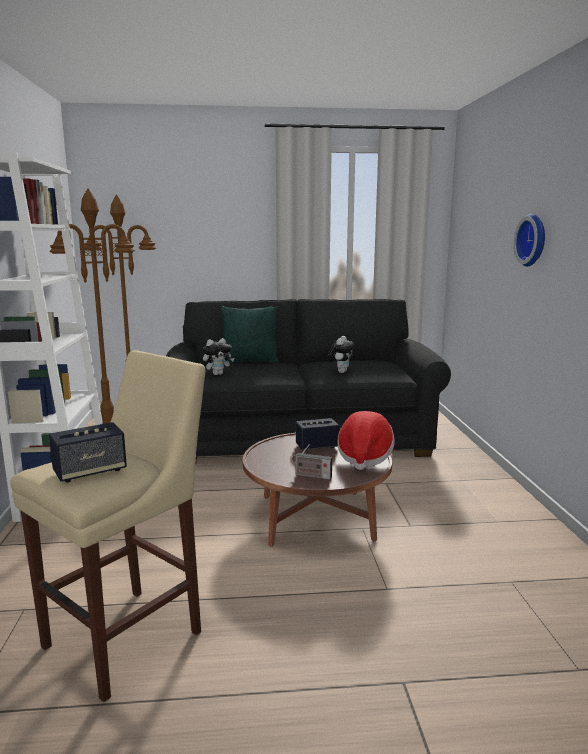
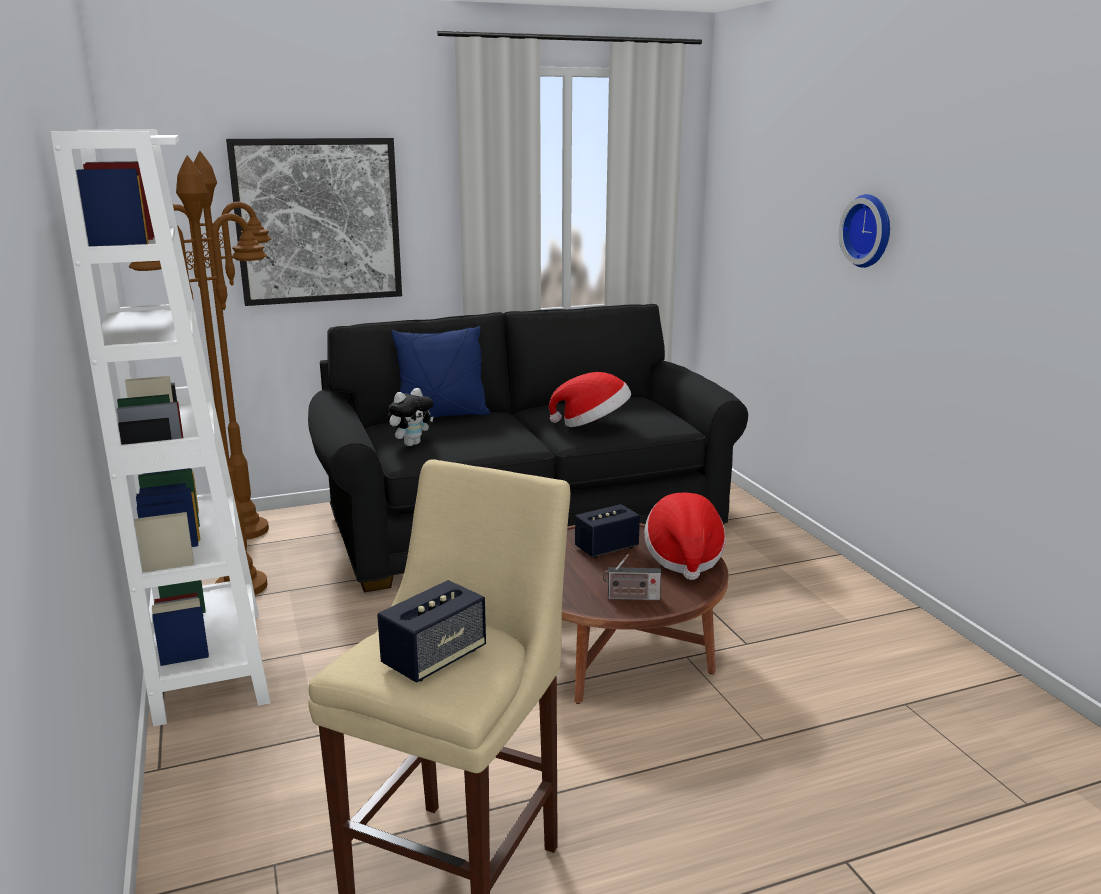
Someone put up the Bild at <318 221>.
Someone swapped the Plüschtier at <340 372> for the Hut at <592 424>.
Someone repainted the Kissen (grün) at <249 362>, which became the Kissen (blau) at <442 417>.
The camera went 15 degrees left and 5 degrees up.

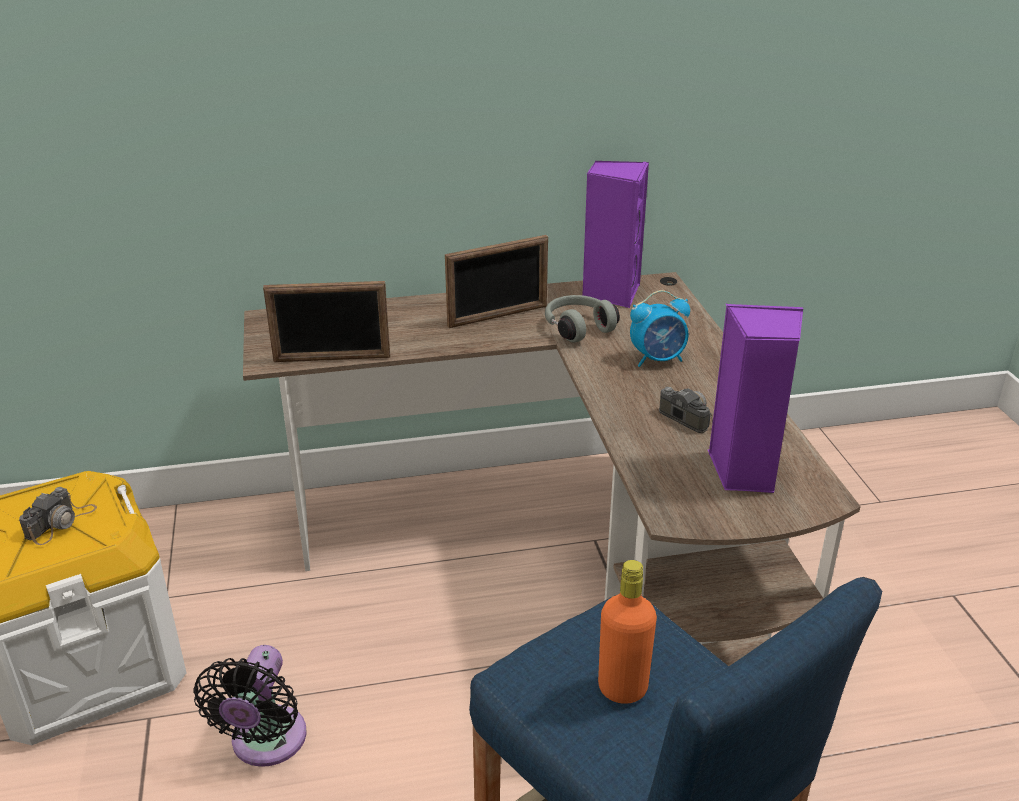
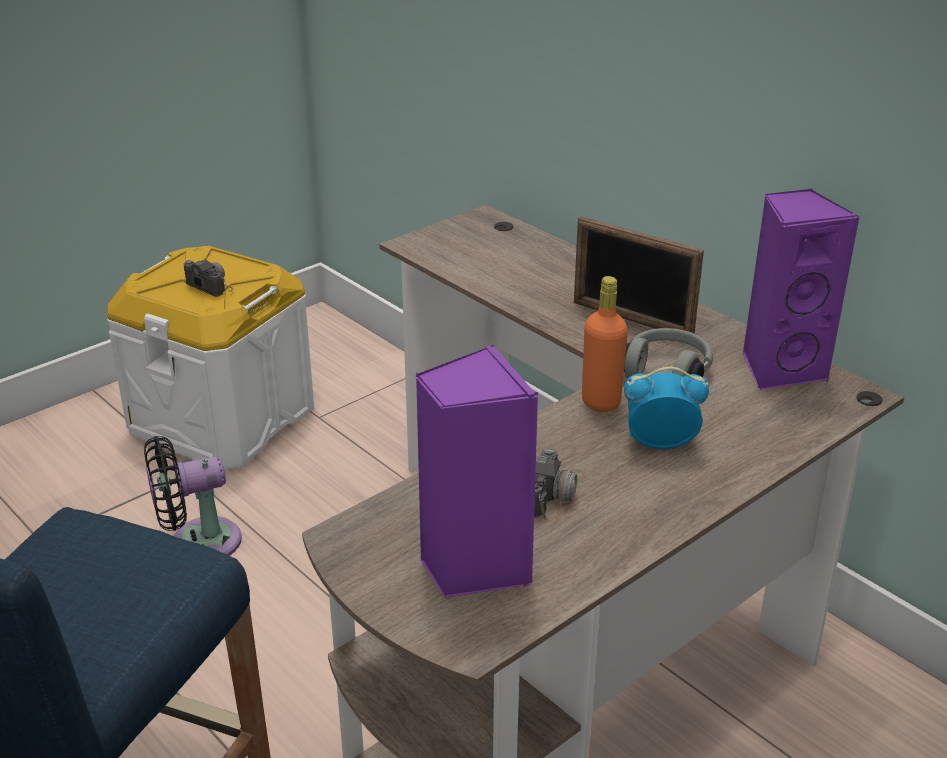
Someone took away the Bilderrahmen at <332 359>.
Someone carried the Flasche (orange) from <622 688> to <601 402>.
Someone rotated the Kamera at <61 522> by 135 degrees counterclockwise.
Someone rotated the Wecker at <658 359> by 135 degrees clockwise.
The camera went 60 degrees right and 0 degrees up.

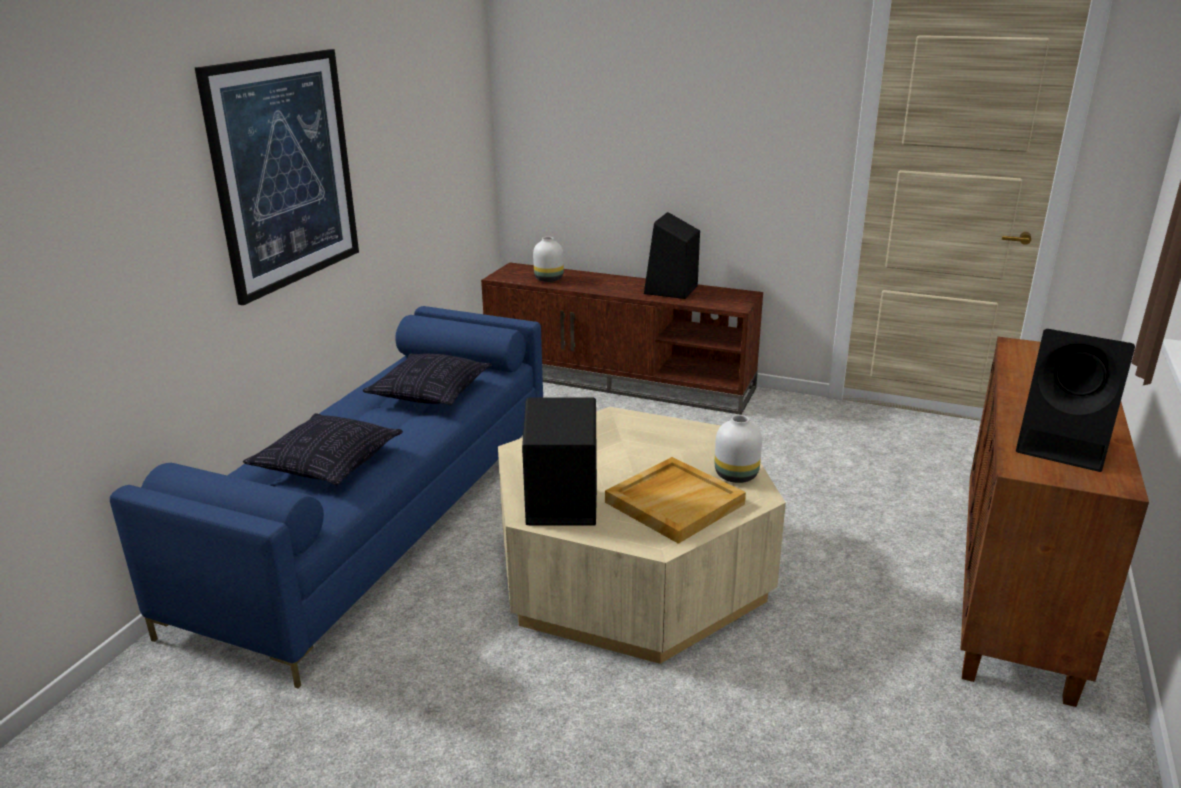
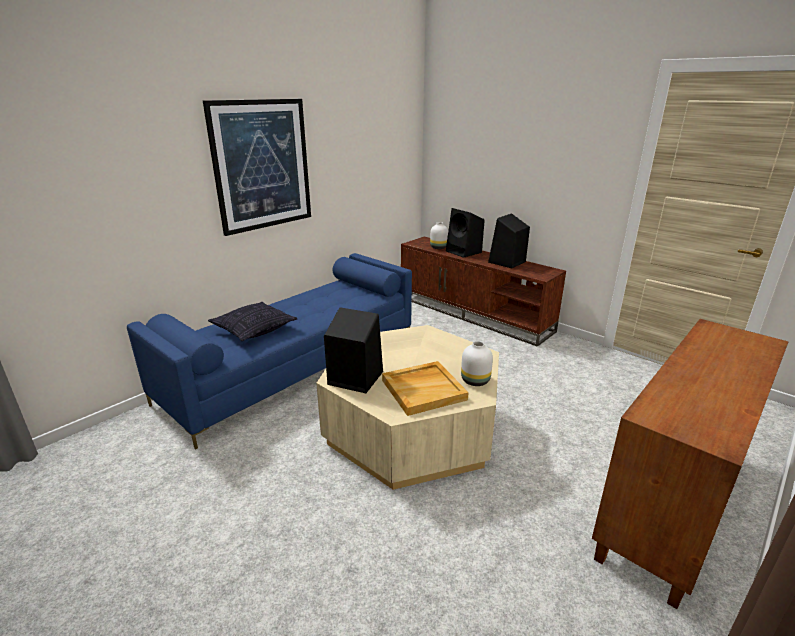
Someone took away the Kissen at <431 393>.
Someone carried the Lautsprecher (schwarz) from <1065 446> to <464 252>.
The camera went 20 degrees right and 0 degrees up.

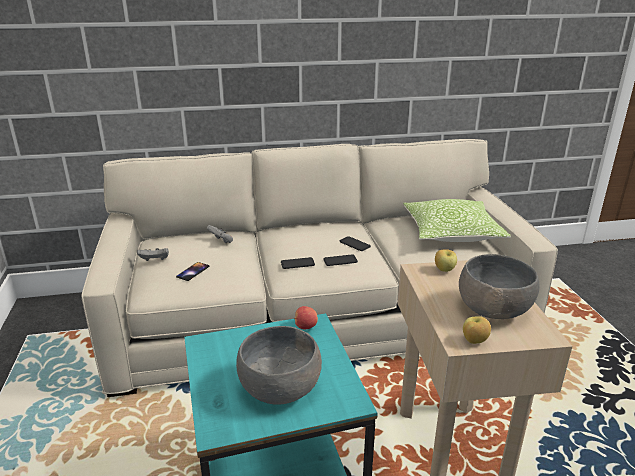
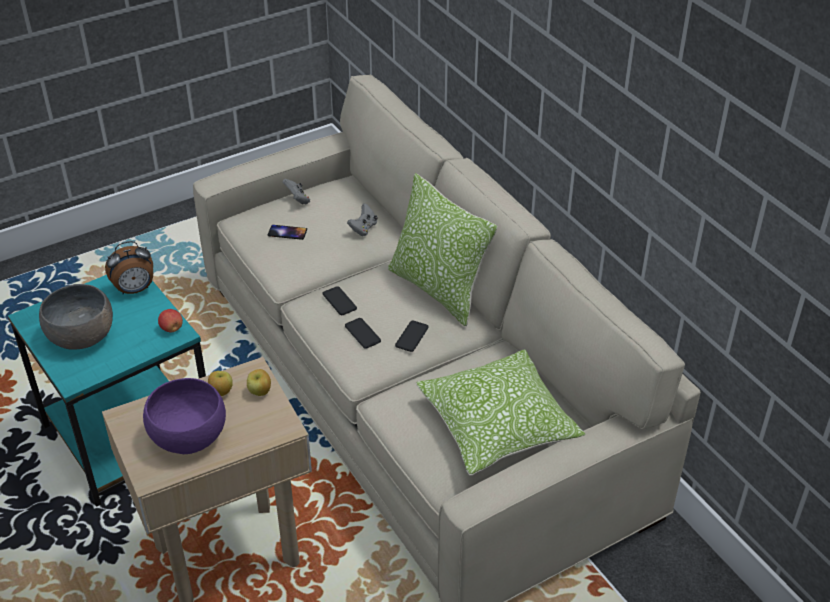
Someone put down the Wecker at <135 290>.
Someone put down the Kissen at <438 290>.
Someone carried the Apfel from <474 341> to <221 392>.
Someone repainted the Schüssel (grau) at <493 309>, which became the Schüssel (lila) at <188 436>.
The camera went 70 degrees right and 15 degrees up.

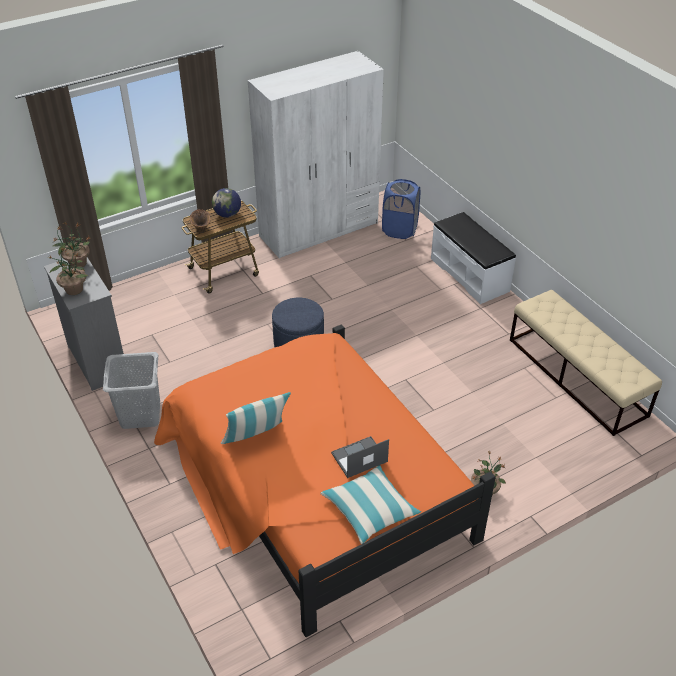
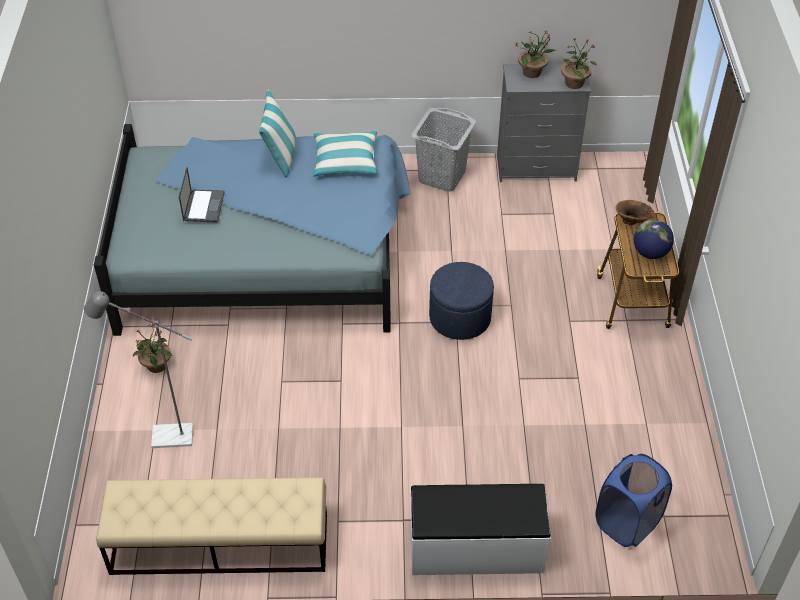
Someone took away the Kleiderschrank (weiß) at <319 229>.
Someone put down the Stehlampe (grau) at <164 437>.
Someone carried the Kissen from <370 509> to <345 161>.
Someone repainted the Bett (orange) at <313 486>, which became the Bett (blau) at <266 253>.
The camera went 120 degrees right and 5 degrees up.

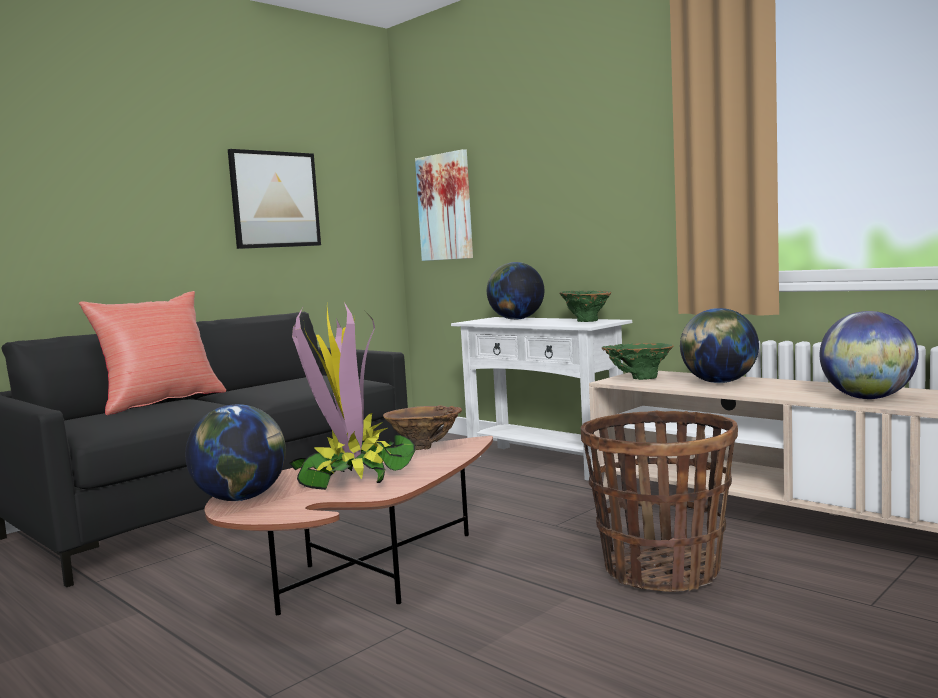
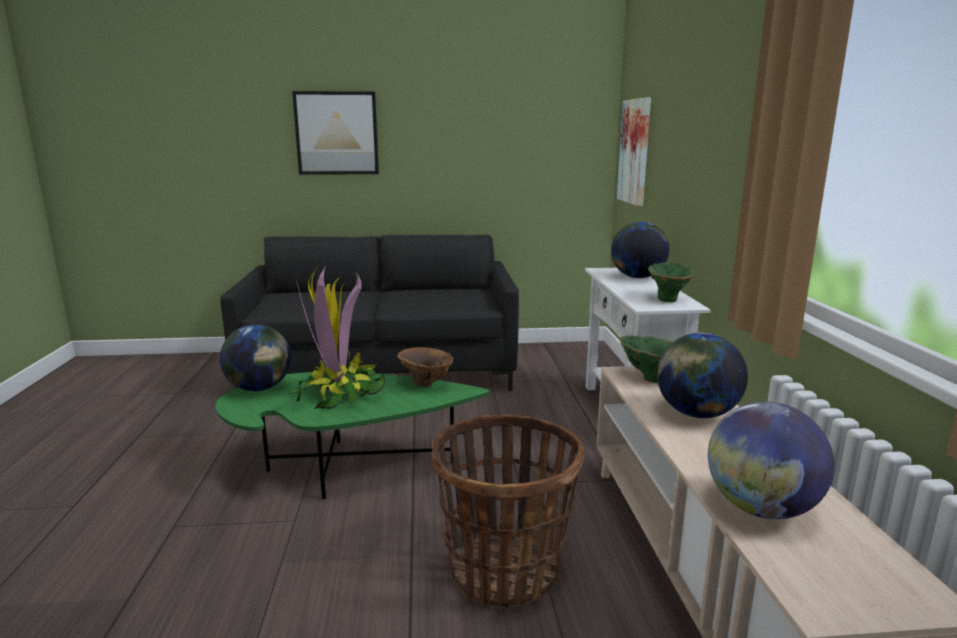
Someone took away the Kissen (rot) at <160 401>.
Someone carried the Bild from <275 199> to <337 133>.
Someone repainted the Couchtisch (braun) at <364 577>, which became the Couchtisch (grün) at <345 466>.
The camera went 40 degrees right and 10 degrees up.

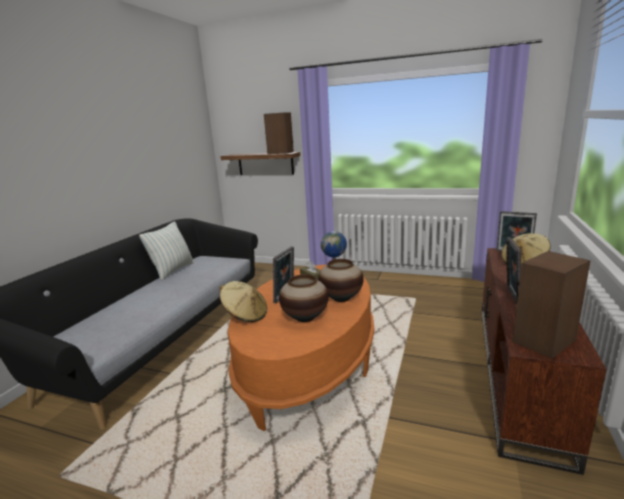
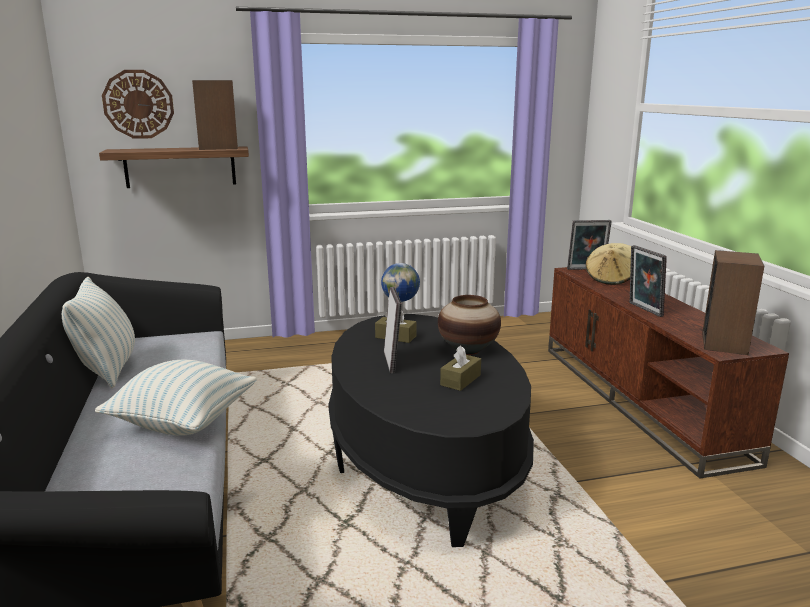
Someone took away the Hut (beige) at <245 315>.
Someone put down the Kissen at <183 422>.
Someone put up the Wanduhr at <138 104>.
Someone swapped the Vase at <305 318> for the Taschentuchbox (braun) at <460 380>.
Someone repainted the Couchtisch (orange) at <309 365>, which became the Couchtisch (schwarz) at <424 459>.
The camera went 35 degrees left and 0 degrees up.

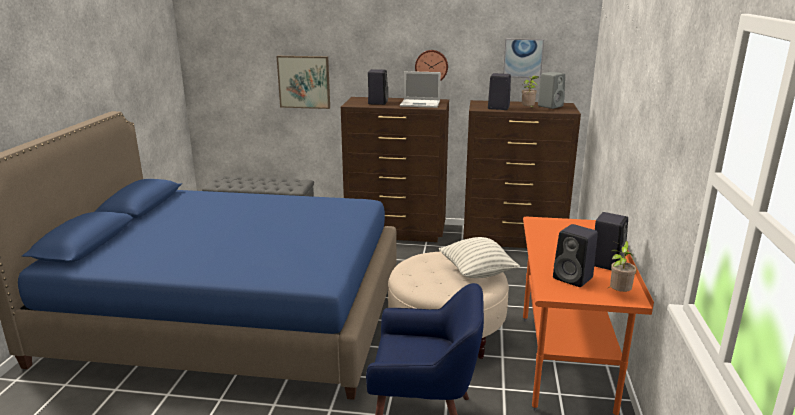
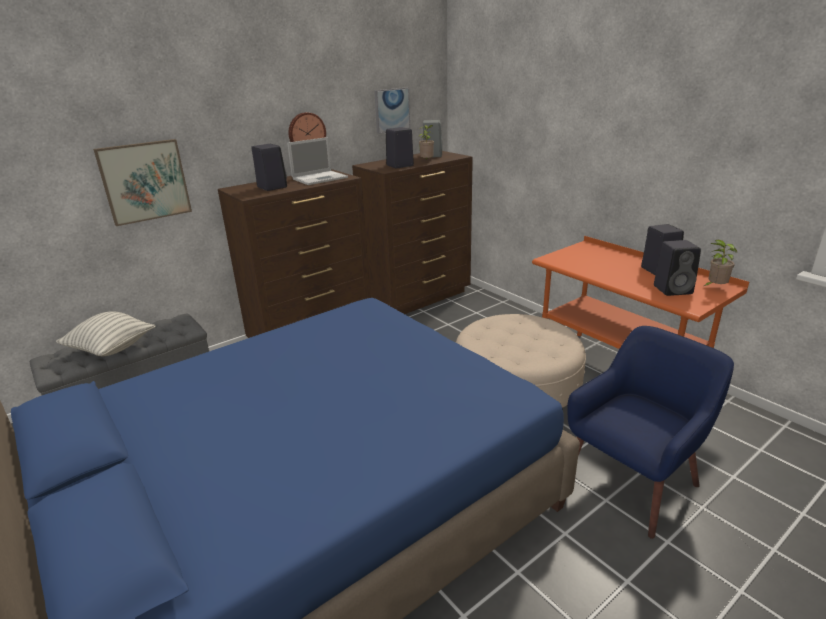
Someone carried the Kissen from <477 273> to <112 349>.
The camera went 45 degrees left and 5 degrees up.

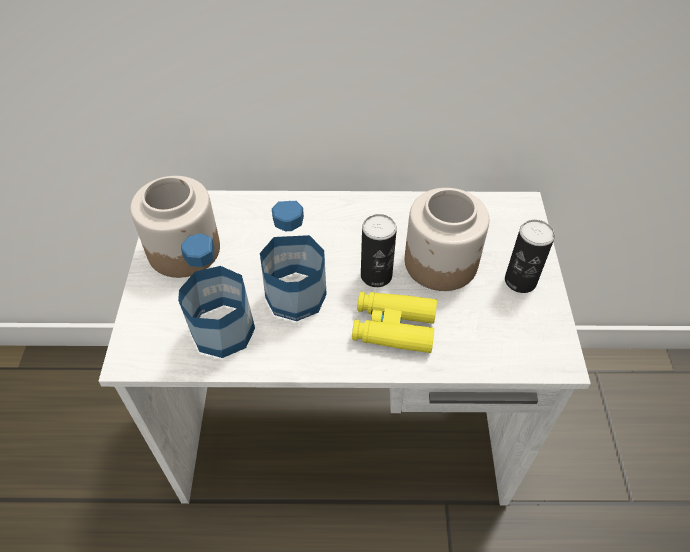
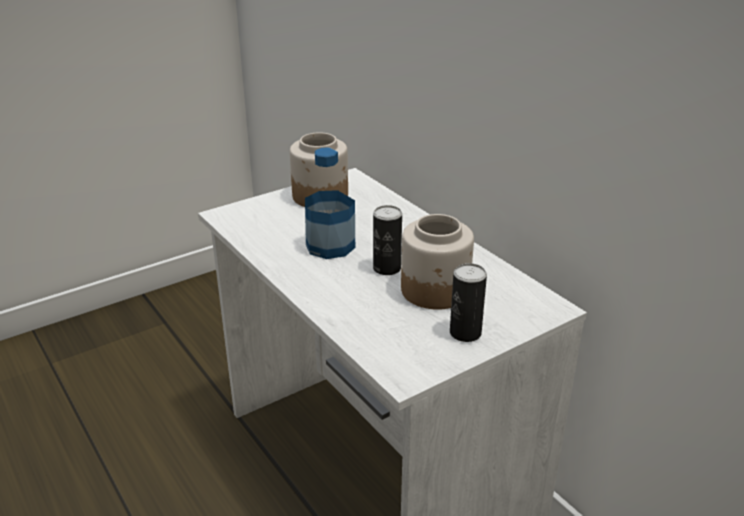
Someone took away the Flasche at <223 330>.
Someone took away the Fernglas (gelb) at <393 327>.
The camera went 55 degrees right and 20 degrees down.

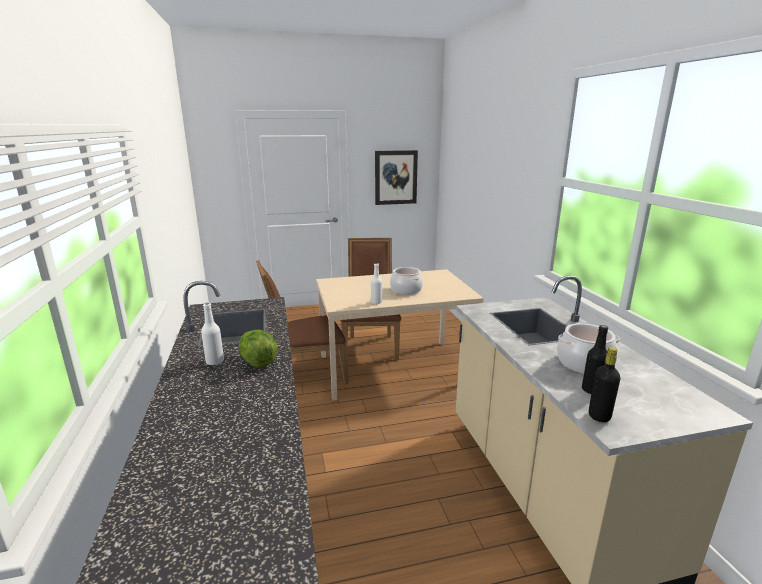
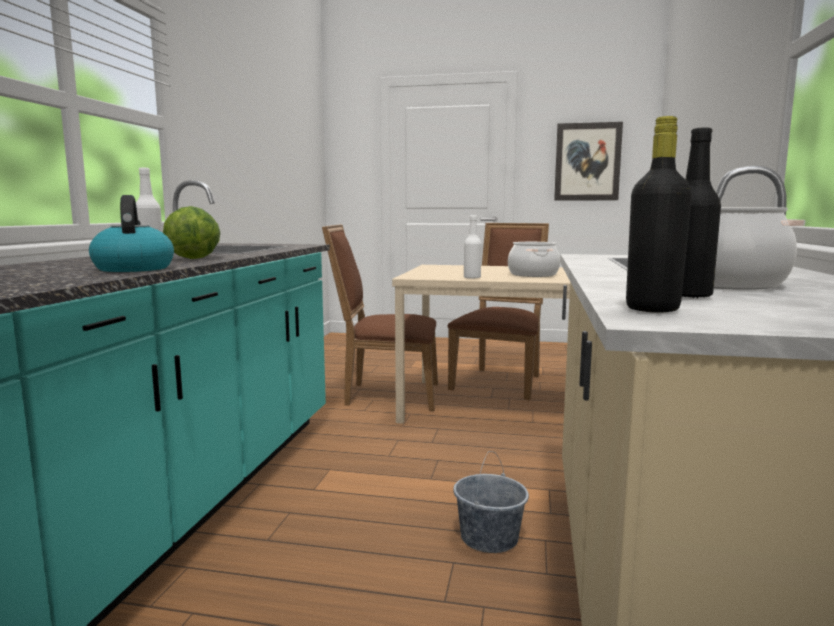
Someone put down the Wasserkessel at <133 268>.
Someone put down the Eimer (grau) at <489 538>.
The camera went 25 degrees right and 10 degrees down.

